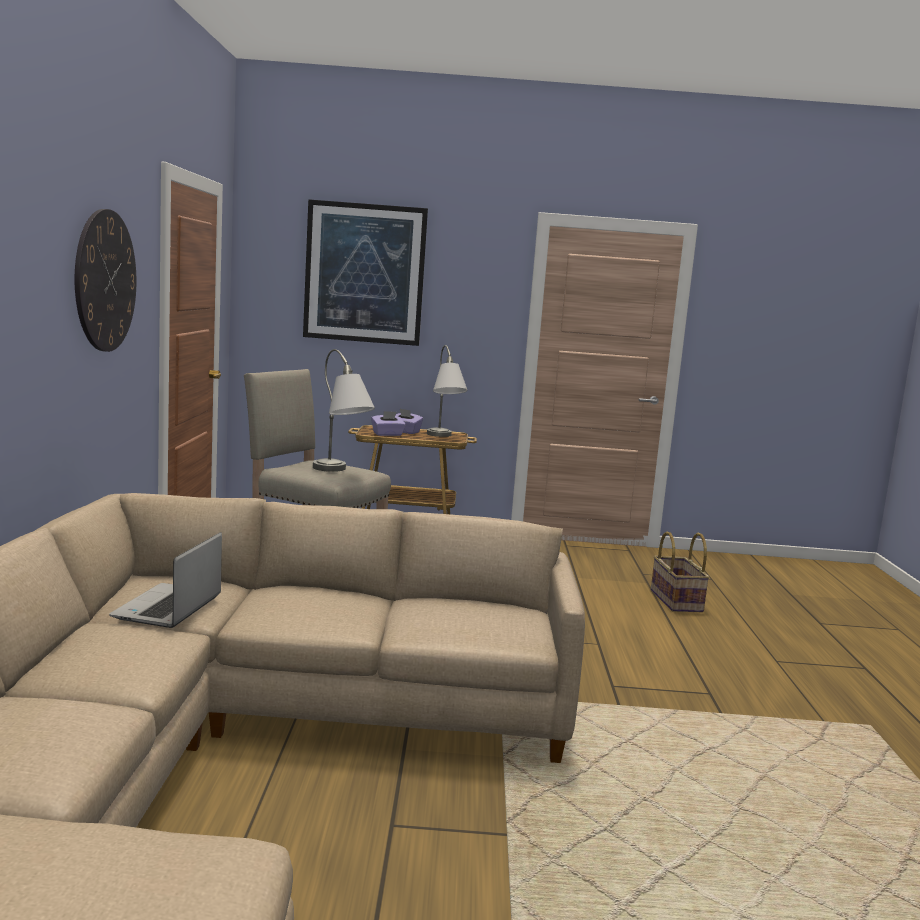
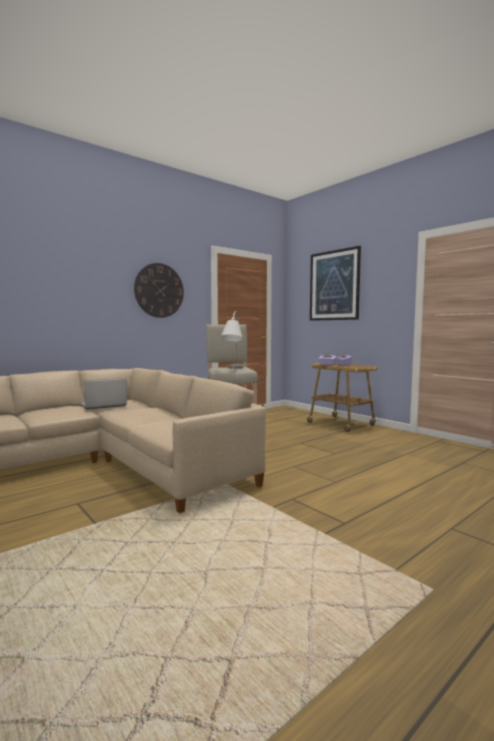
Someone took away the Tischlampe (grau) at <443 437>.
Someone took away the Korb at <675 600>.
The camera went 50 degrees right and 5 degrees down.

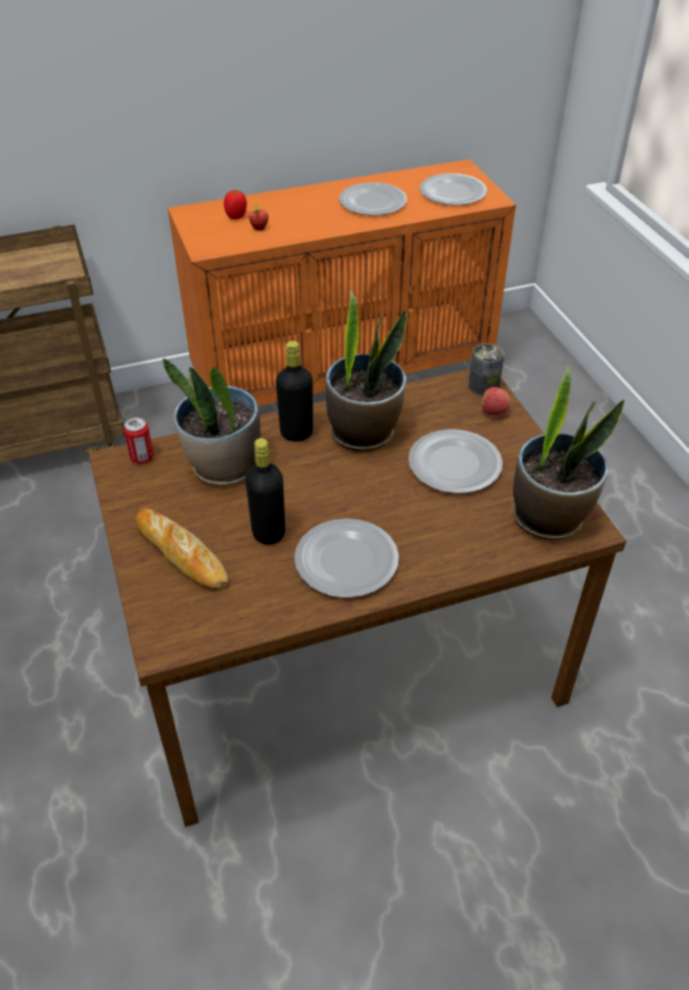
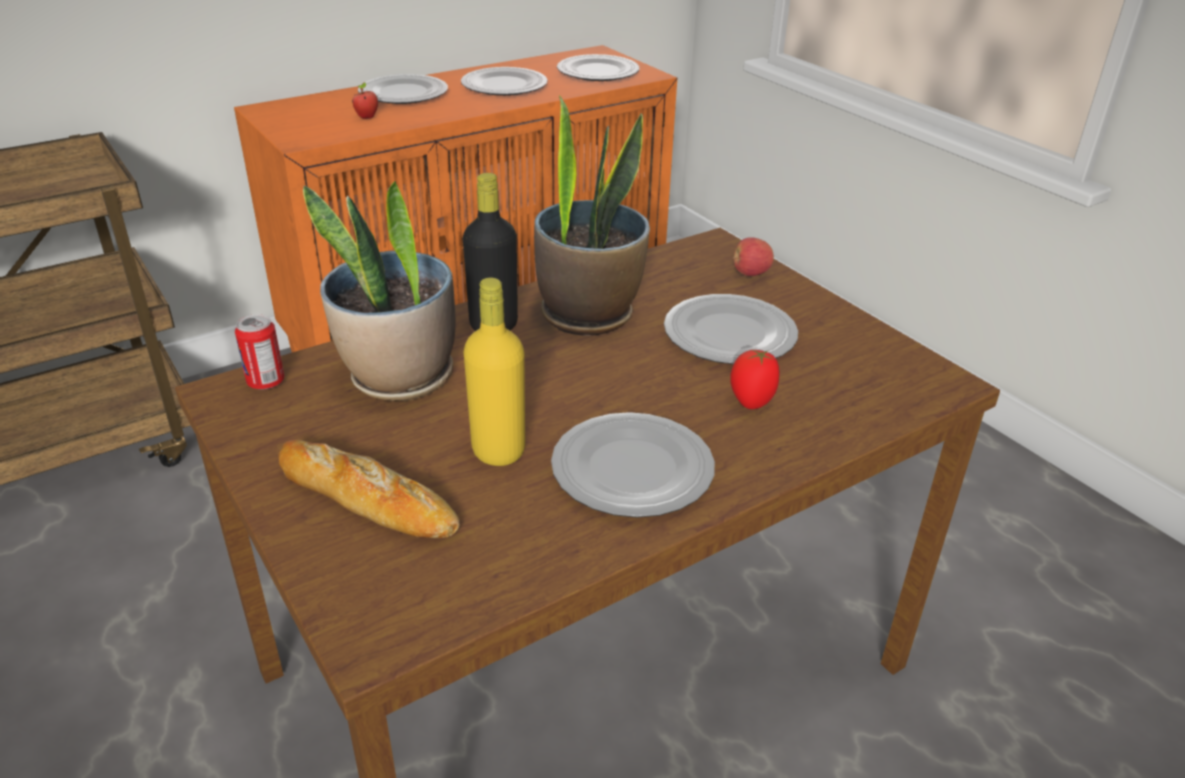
Someone took away the Dose at <483 386>.
Someone took away the Topfpflanze at <549 517>.
Someone put down the Teller at <405 93>.
Someone carried the Tomate from <236 216> to <751 401>.
Someone repainted the Flasche (schwarz) at <268 533>, which became the Flasche (gelb) at <498 450>.
The camera went 15 degrees left and 10 degrees down.

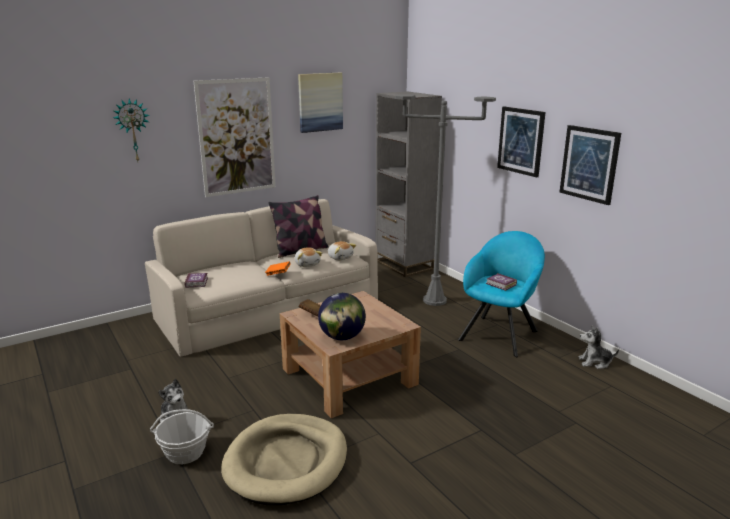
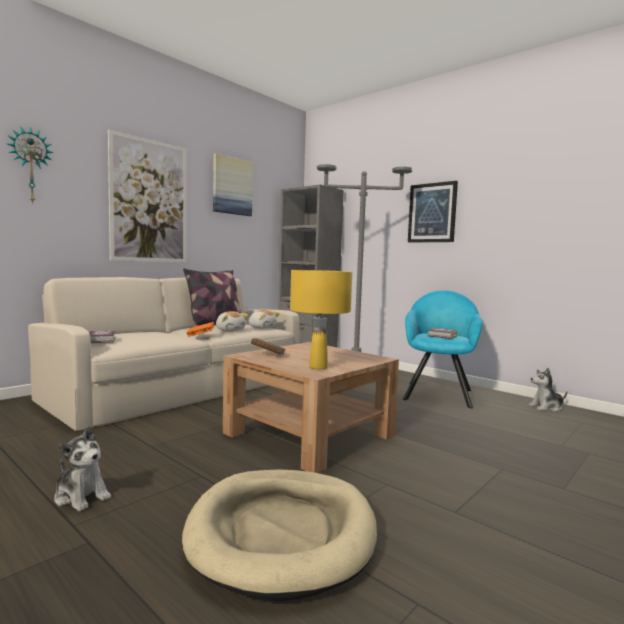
Someone took away the Korb at <185 452>.
Someone took away the Bild at <589 164>.
Someone swapped the Globus at <342 337> for the Tischlampe (gelb) at <318 367>.
The camera went 15 degrees left and 15 degrees down.

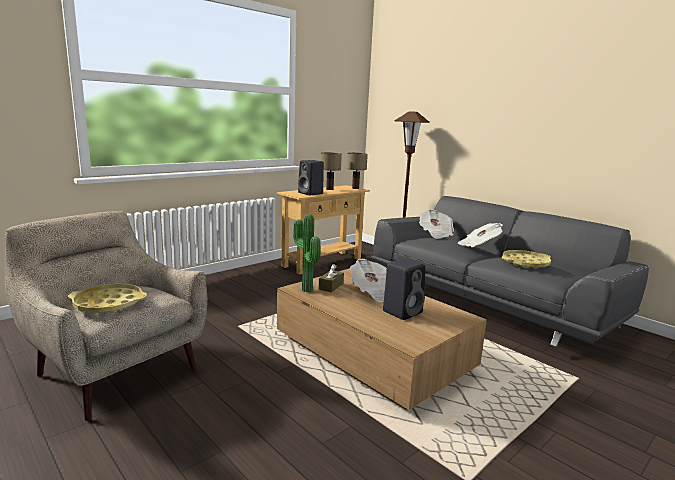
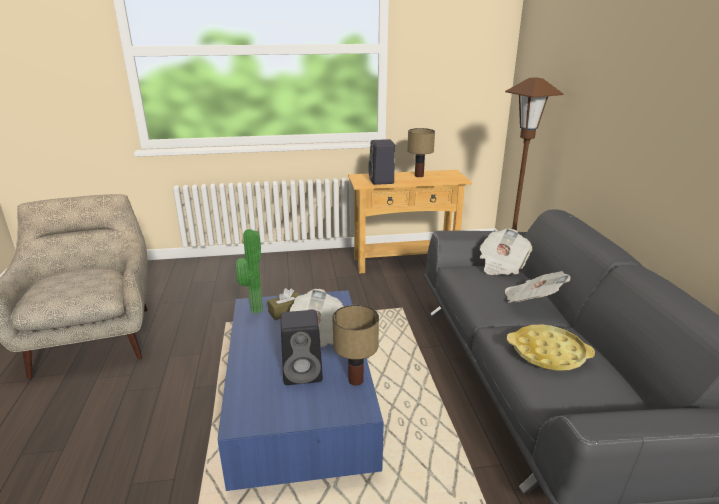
Someone took away the Tablett (gelb) at <108 304>.
Someone carried the Tischlampe from <355 188> to <355 380>.
Someone repainted the Couchtisch (braun) at <372 354>, which became the Couchtisch (blau) at <300 403>.
The camera went 35 degrees right and 10 degrees up.

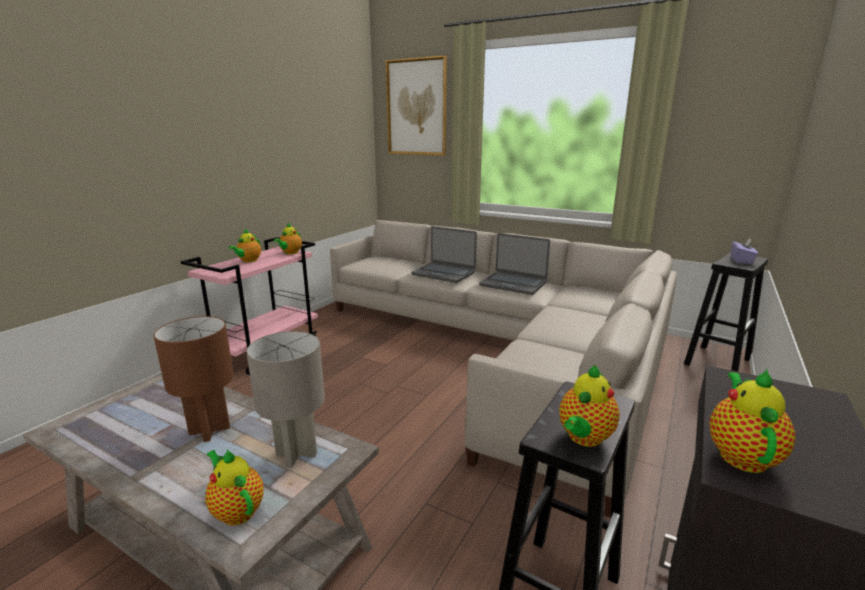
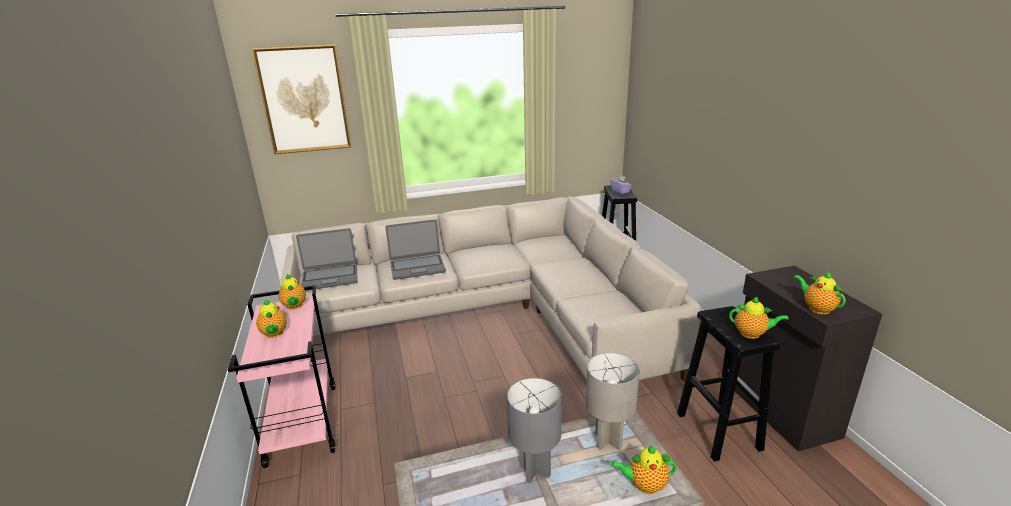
Someone carried the Laptop from <513 284> to <330 278>.
Someone repainted the Tischlampe (braun) at <209 430>, which became the Tischlampe (grau) at <534 471>.
Someone rotated the Teekanne at <584 438> by 60 degrees counterclockwise.
The camera went 45 degrees left and 5 degrees up.

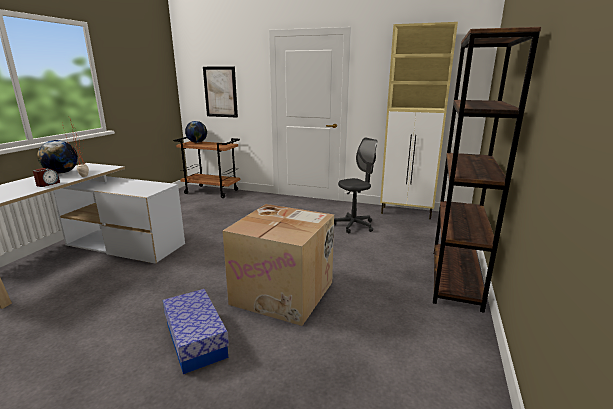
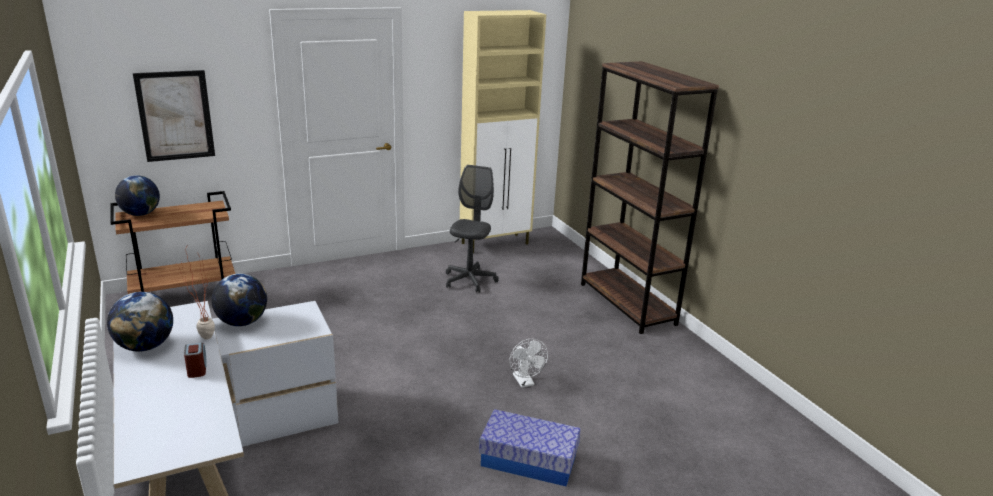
Someone put down the Globus at <242 322>.
Someone swapped the Karton at <284 292> for the Ventilator (weiß) at <525 382>.
The camera went 45 degrees left and 5 degrees up.

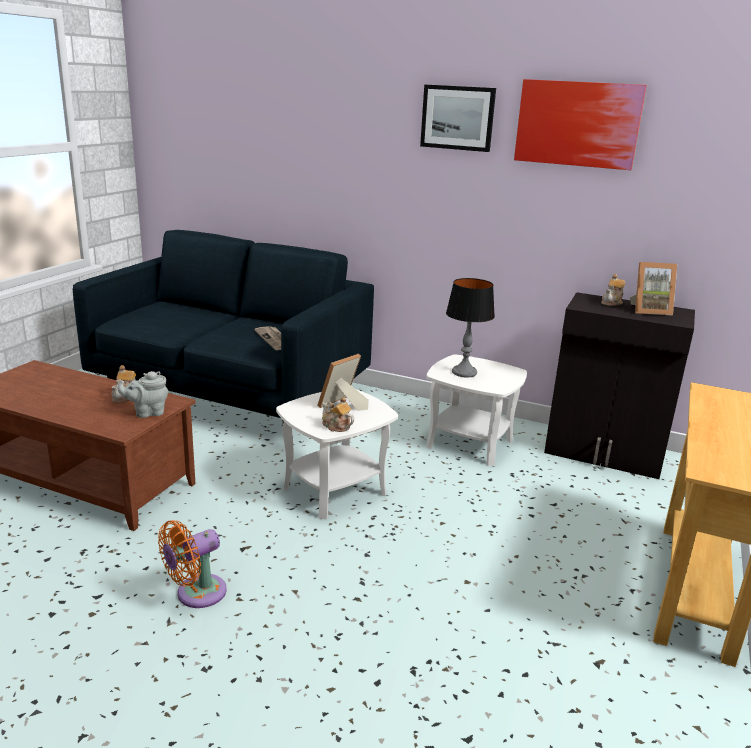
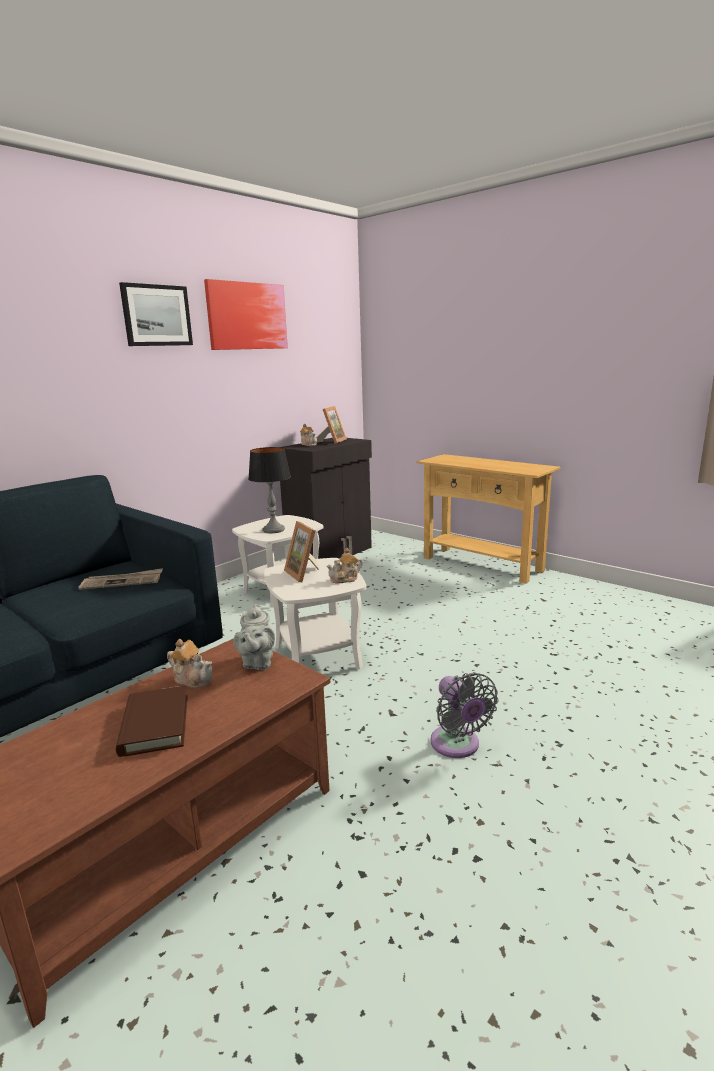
Someone put down the Buch (braun) at <155 724>.
Someone repainted the Ventilator (orange) at <196 594>, which became the Ventilator (grau) at <457 745>.
The camera went 70 degrees left and 5 degrees down.

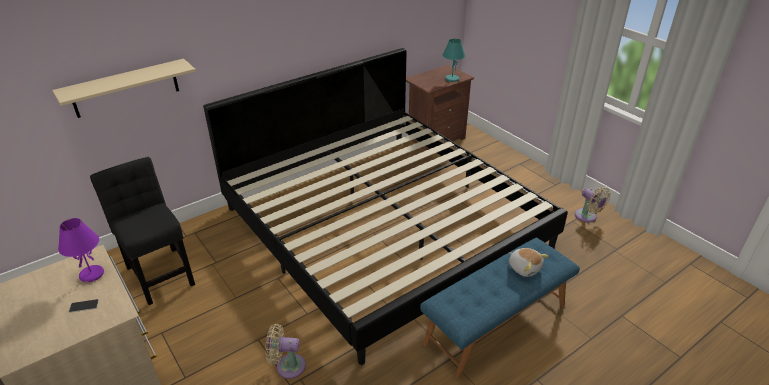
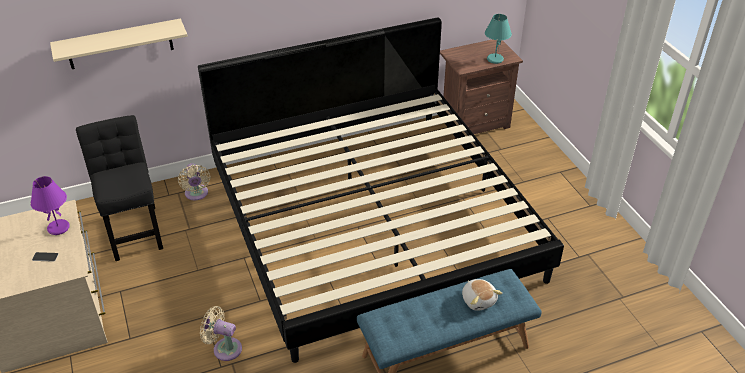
Someone carried the Ventilator (beige) from <587 217> to <196 194>.
The camera went 15 degrees right and 5 degrees up.

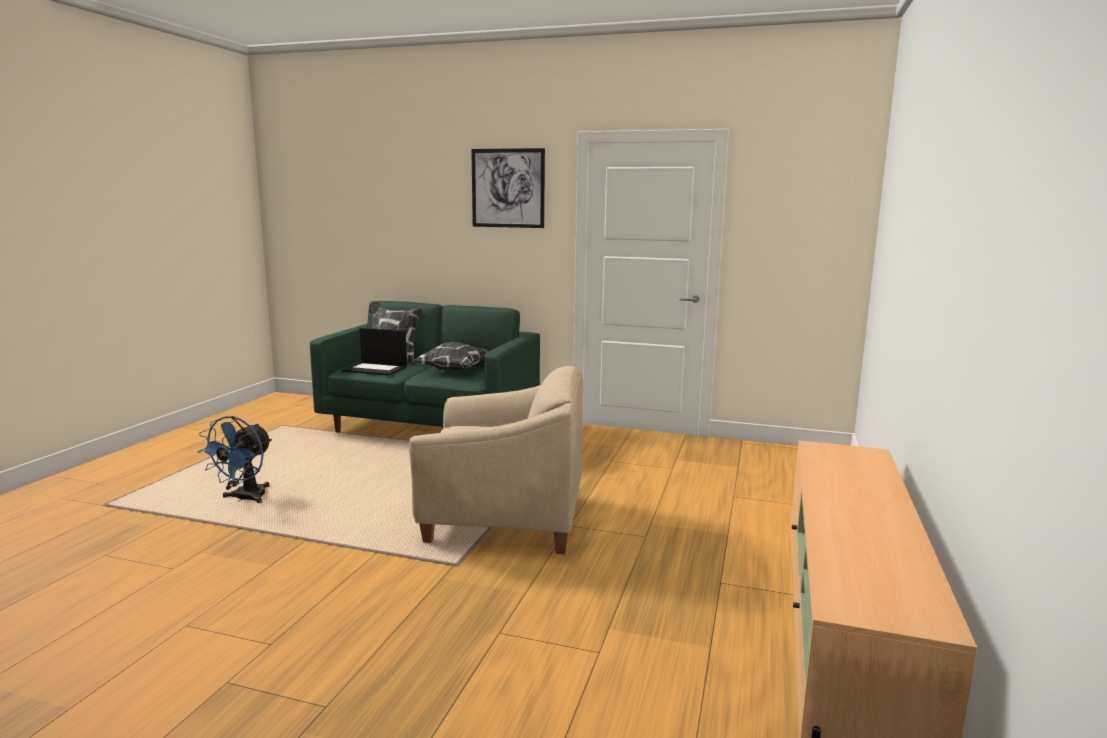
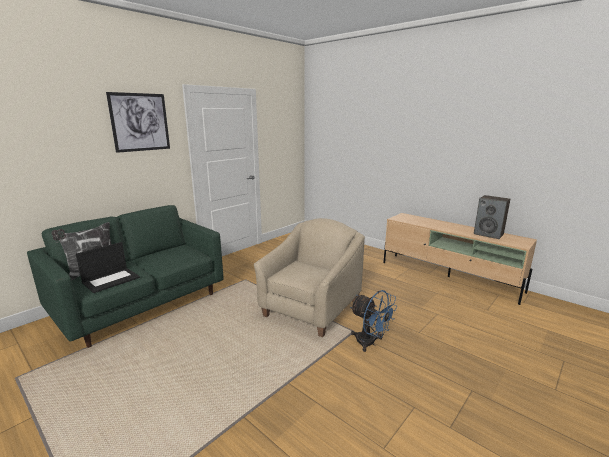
Someone took away the Kissen at <453 370>.
Someone put down the Lautsprecher at <489 234>.
Someone carried the Ventilator (blau) from <244 499> to <370 343>.
The camera went 65 degrees left and 5 degrees up.

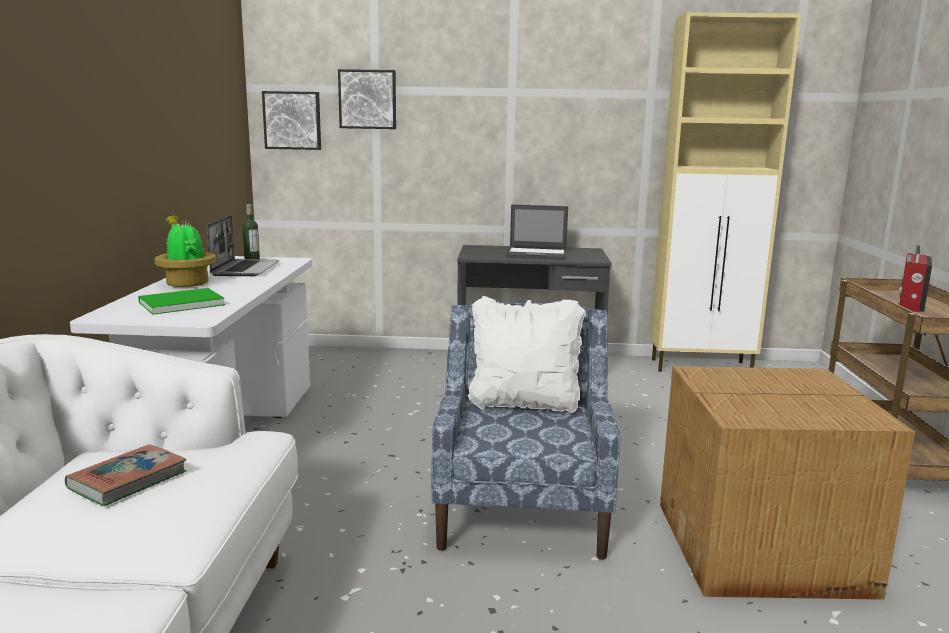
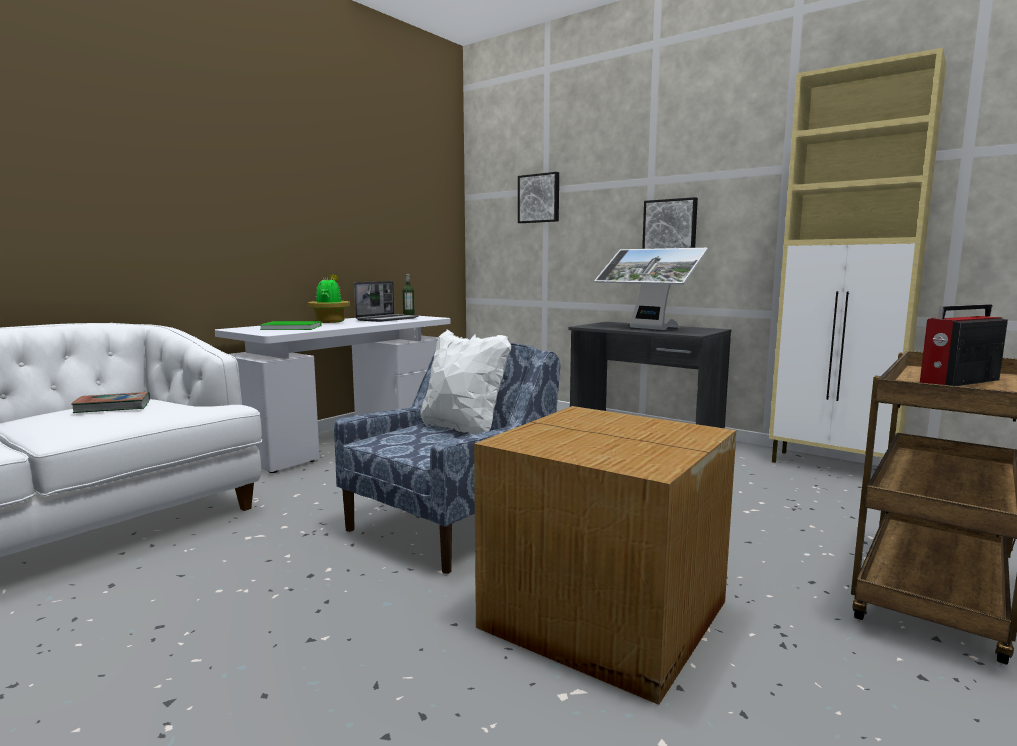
Someone carried the Bild from <292 120> to <670 227>.
Someone swapped the Laptop at <537 254> for the Monitor at <648 328>.
The camera went 35 degrees right and 5 degrees down.

